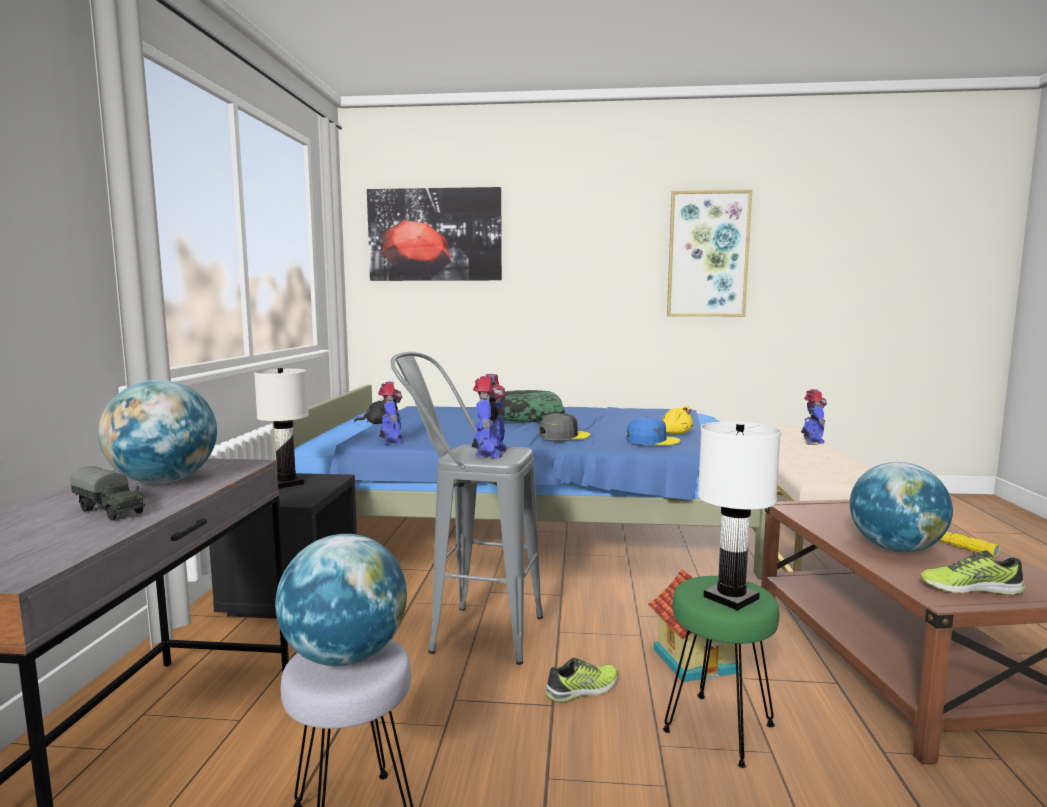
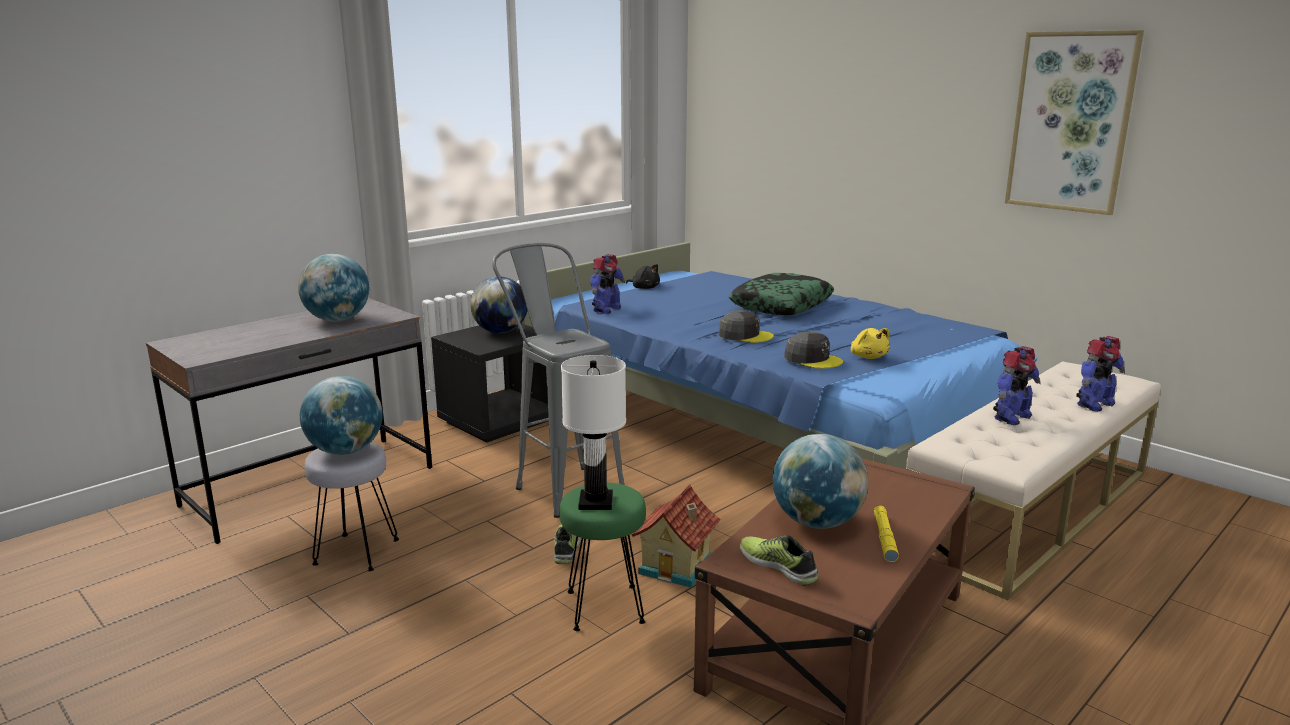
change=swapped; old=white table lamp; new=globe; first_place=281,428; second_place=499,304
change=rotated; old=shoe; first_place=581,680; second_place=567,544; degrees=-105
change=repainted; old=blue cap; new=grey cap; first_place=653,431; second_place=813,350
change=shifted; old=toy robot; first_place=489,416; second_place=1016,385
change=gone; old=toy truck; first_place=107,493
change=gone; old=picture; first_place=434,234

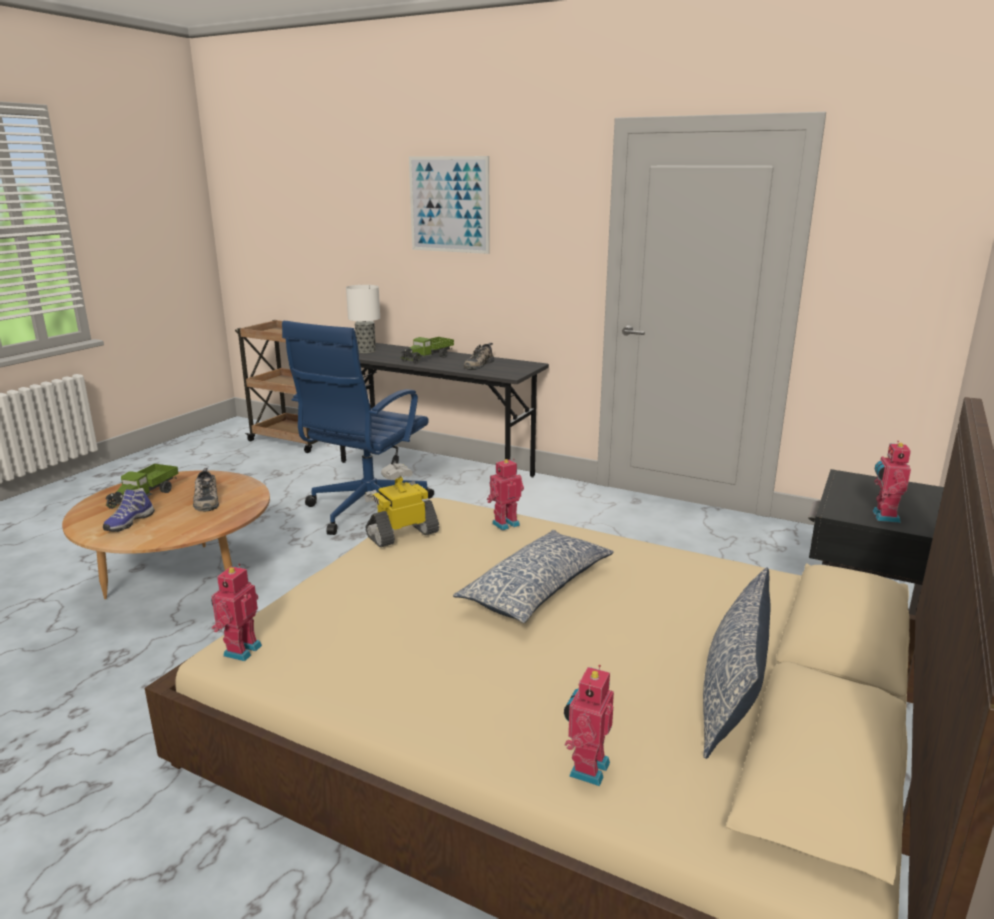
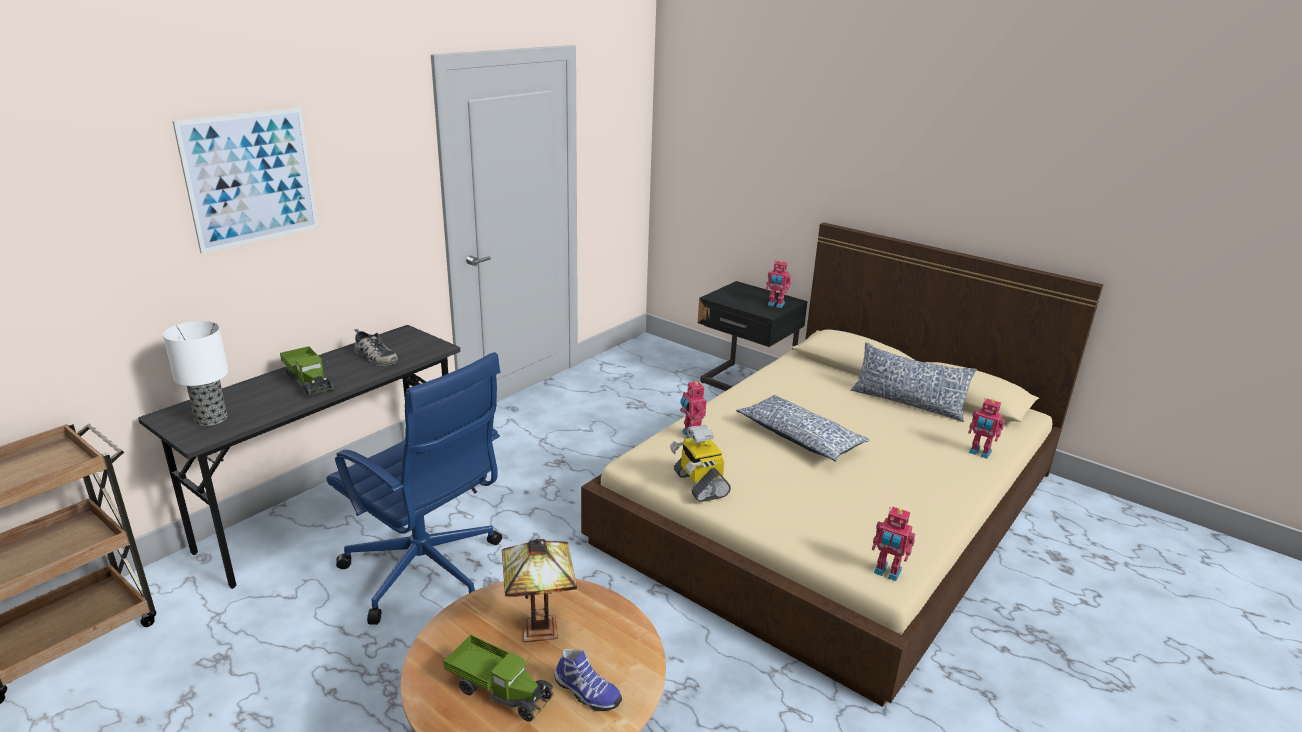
change=swapped; old=shoe; new=table lamp; first_place=206,489; second_place=539,590

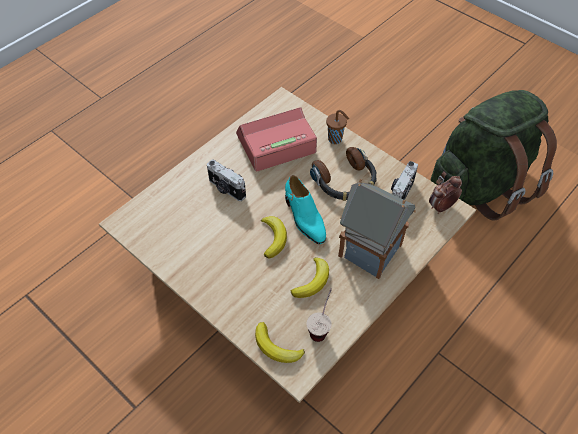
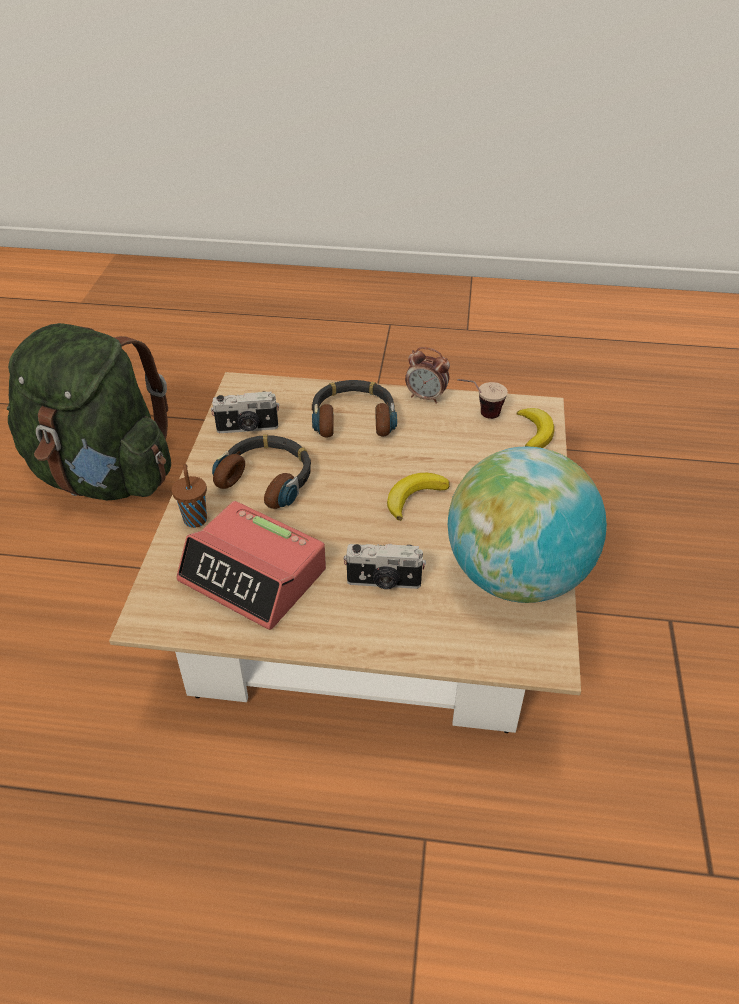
change=swapped; old=toy house; new=headphones; first_place=377,229; second_place=354,409
change=rotated; old=photo camera; first_place=226,180; second_place=385,566; degrees=90
change=shifted; old=alarm clock; first_place=445,195; second_place=427,375
change=new; new=globe; second_place=527,524
change=gone; old=turquoise shoe; first_place=305,209
change=gone; old=banana; first_place=310,277

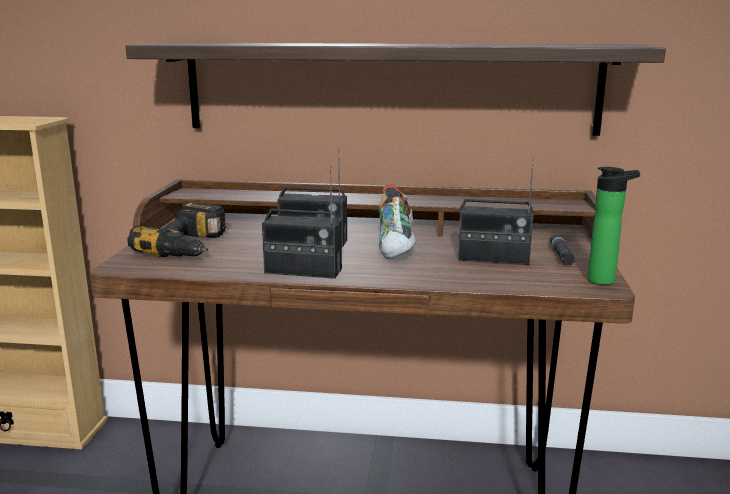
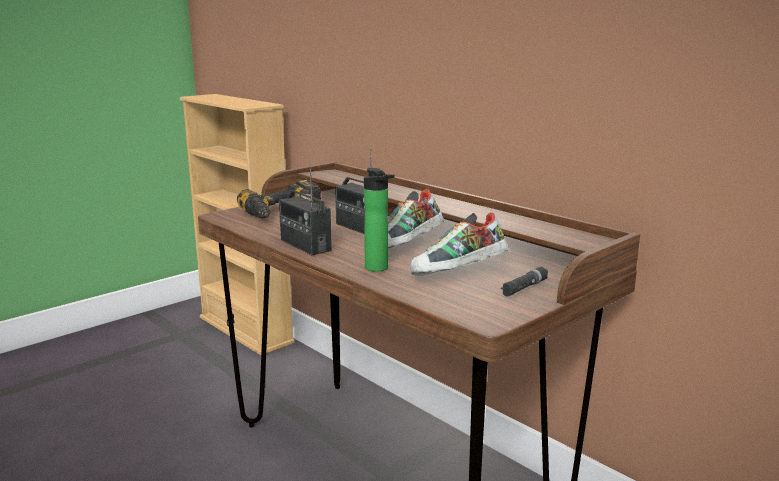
change=shifted; old=bottle; first_place=613,226; second_place=379,220
change=swapped; old=radio; new=shoe; first_place=496,211; second_place=459,244
change=gone; old=shelf; first_place=395,89

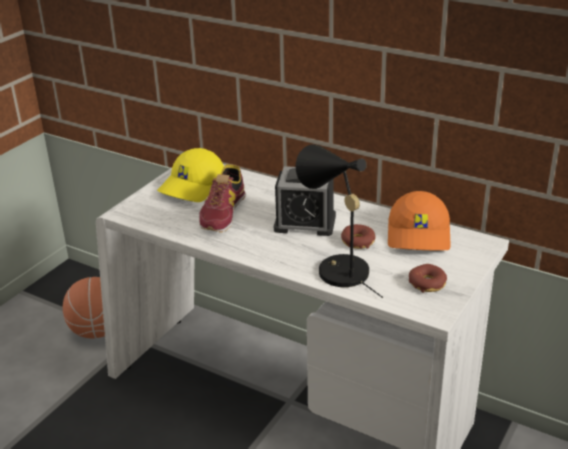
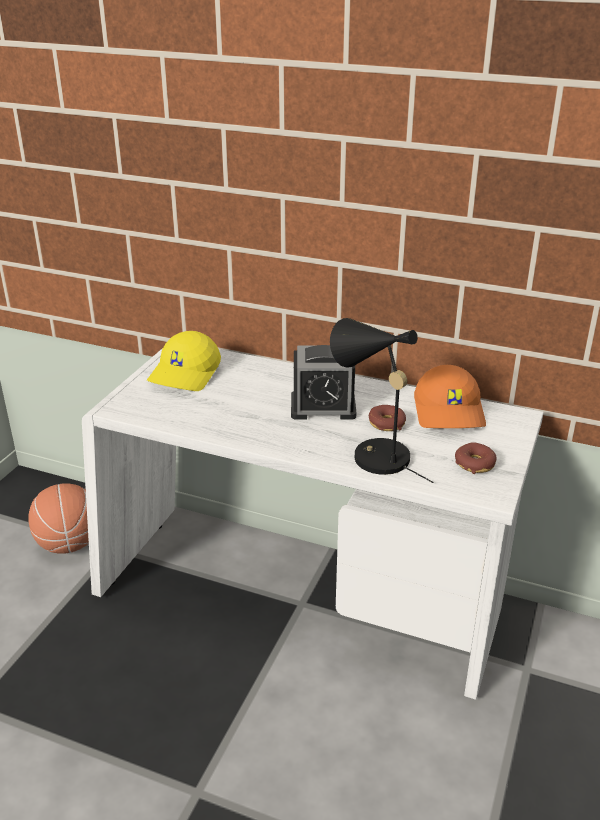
change=gone; old=shoe; first_place=222,198

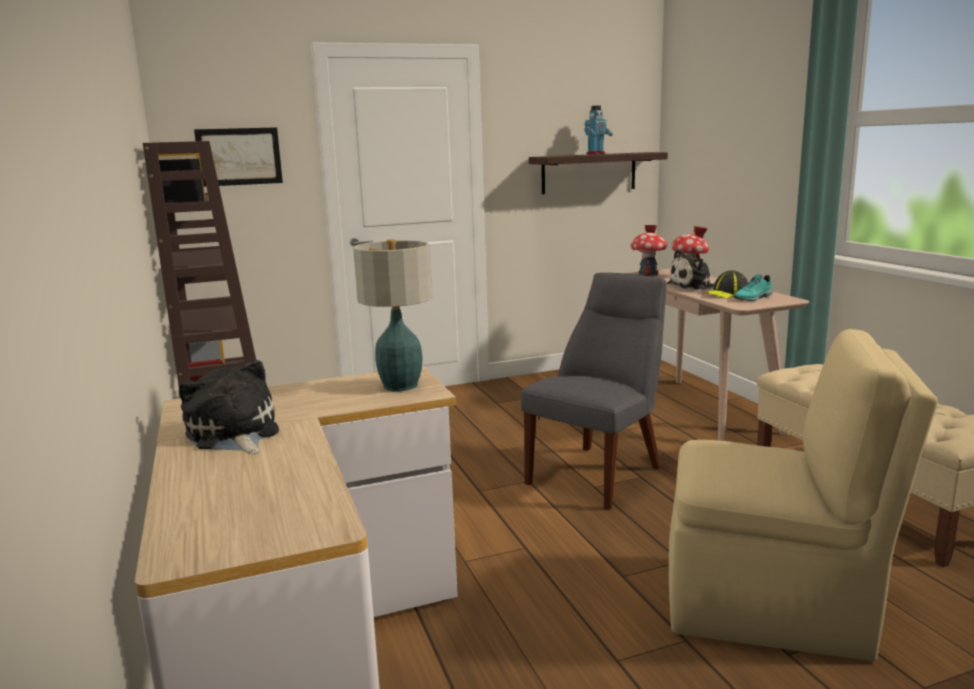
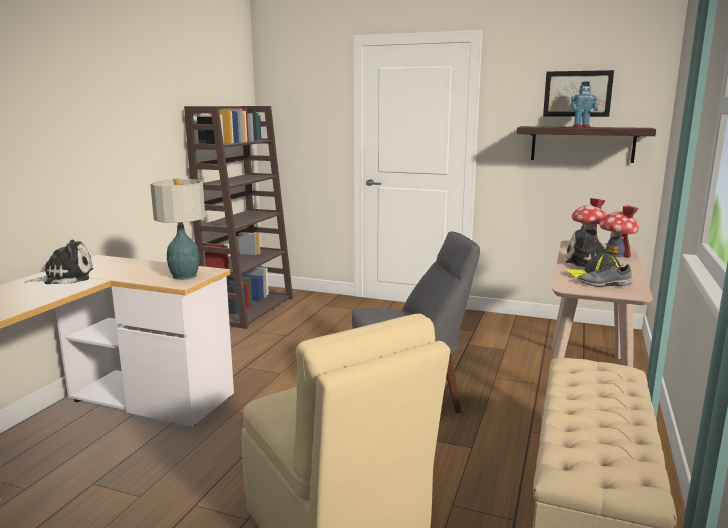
change=rotated; old=plush toy; first_place=229,407; second_place=59,262; degrees=60
change=shifted; old=picture; first_place=238,157; second_place=578,93
change=repainted; old=turquoise shoe; new=grey shoe; first_place=753,287; second_place=605,274

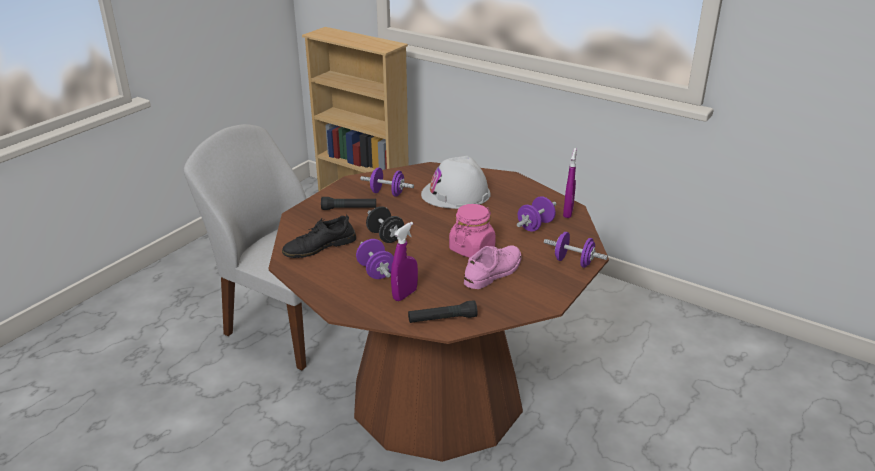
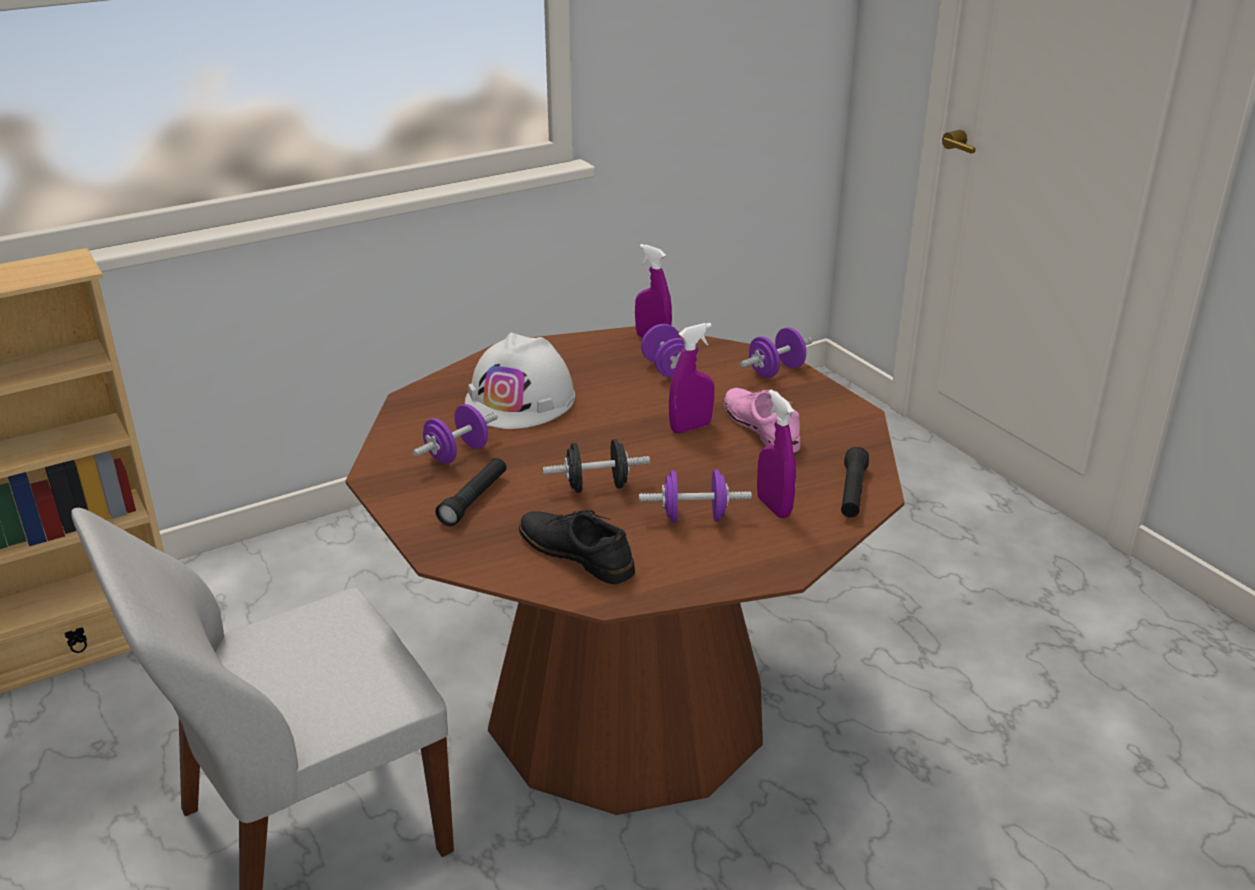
change=rotated; old=black shoe; first_place=319,236; second_place=577,547; degrees=135
change=swapped; old=pink jar; new=purple spray bottle; first_place=472,231; second_place=691,378

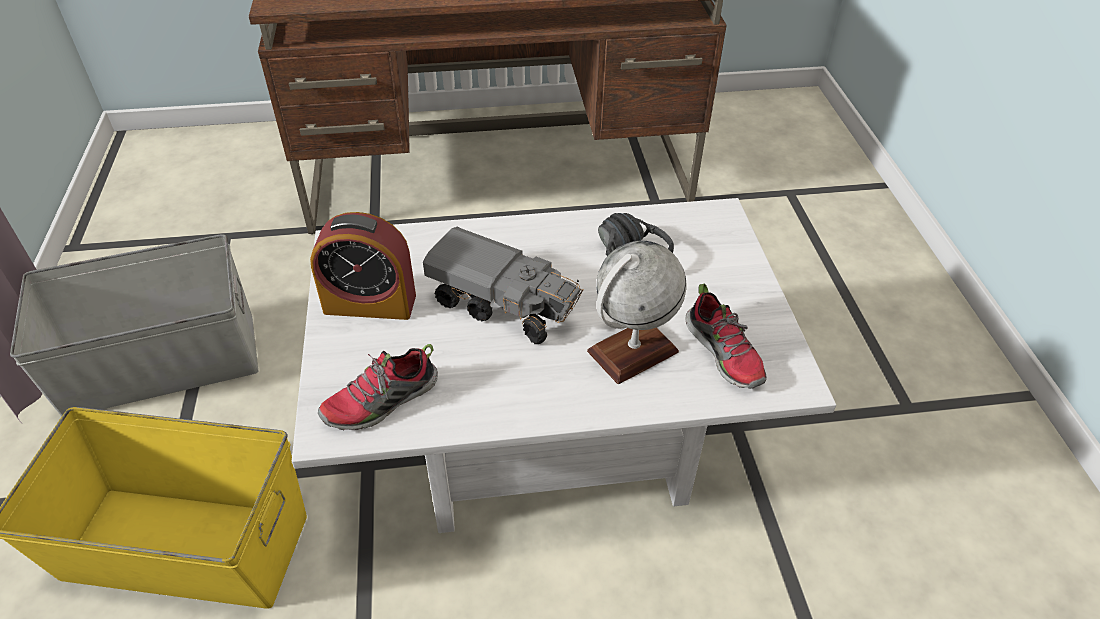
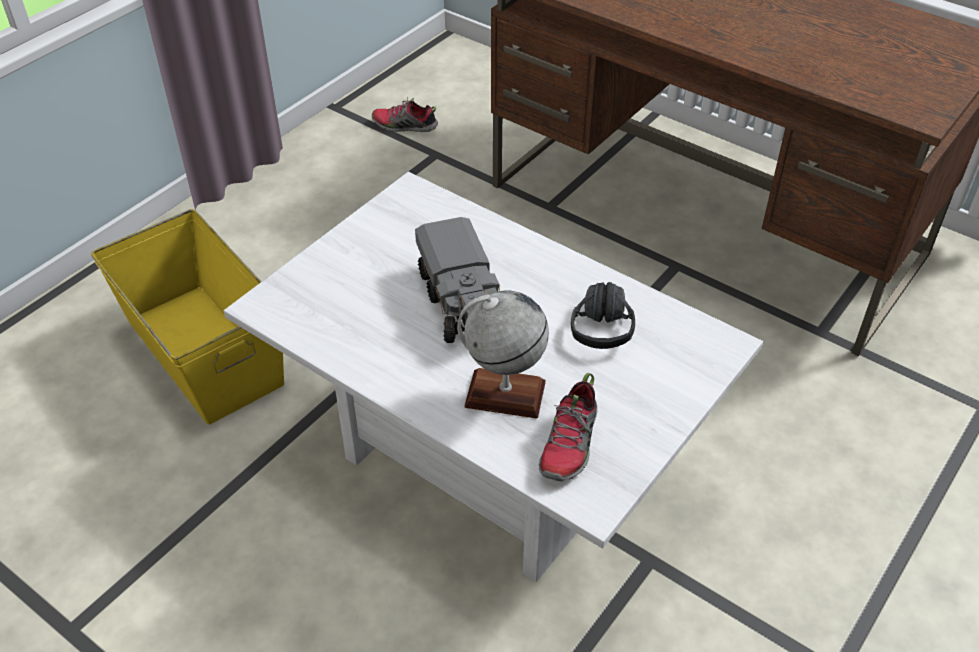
change=shifted; old=shoe; first_place=378,387; second_place=405,114
change=gone; old=grey storage box; first_place=134,325
change=gone; old=alarm clock; first_place=363,266

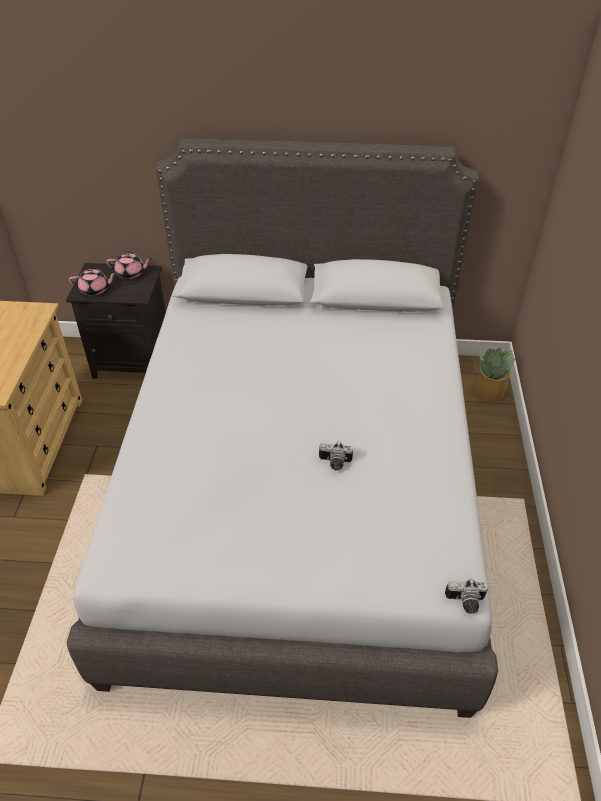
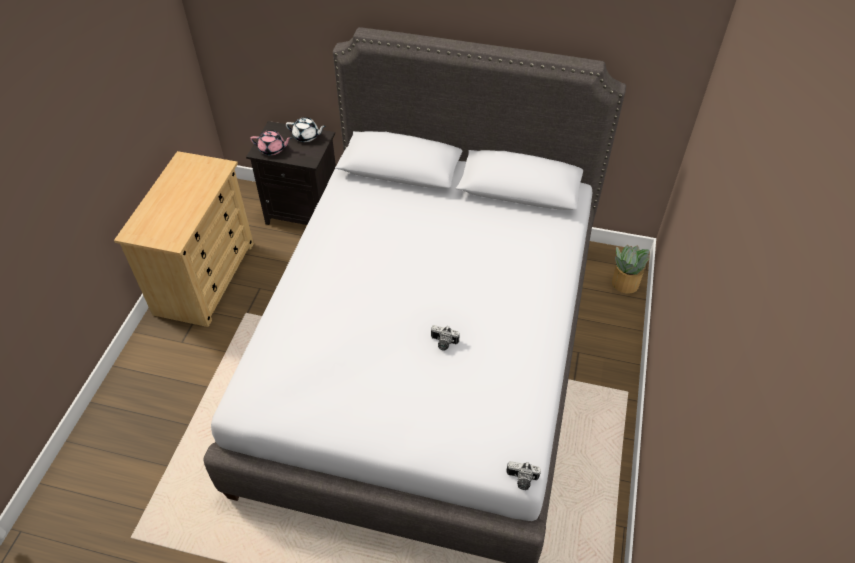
change=repainted; old=pink teapot; new=white teapot; first_place=129,265; second_place=306,129

